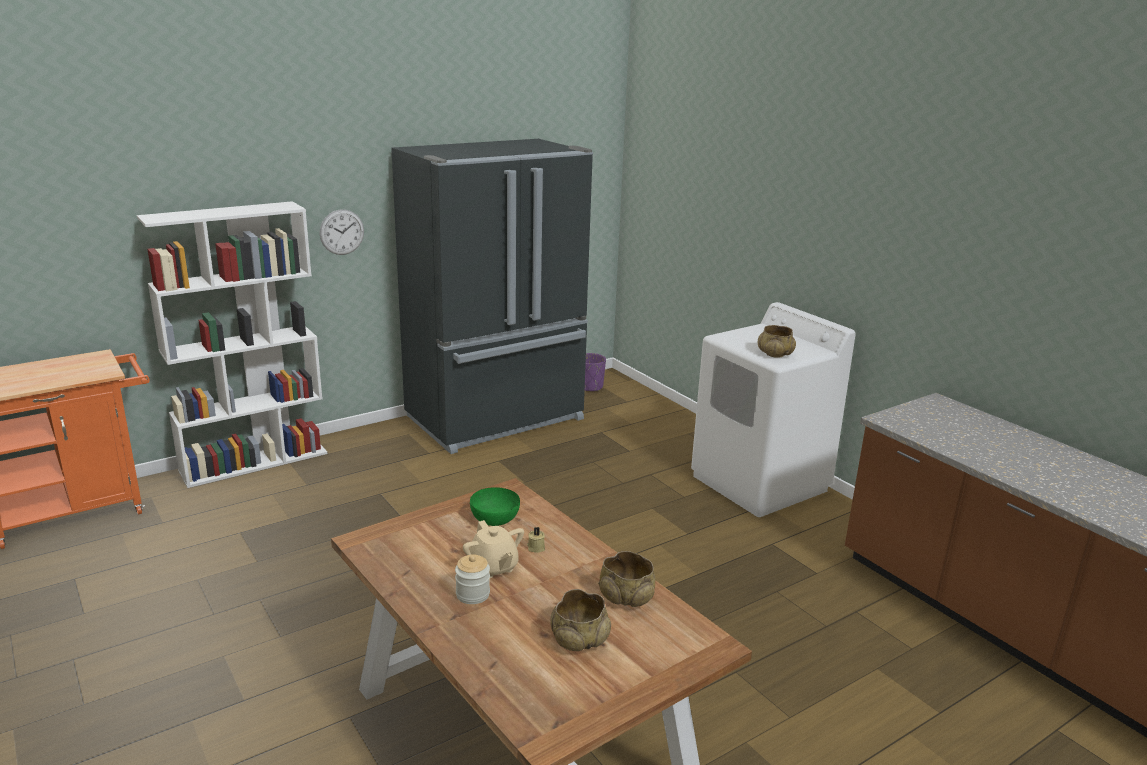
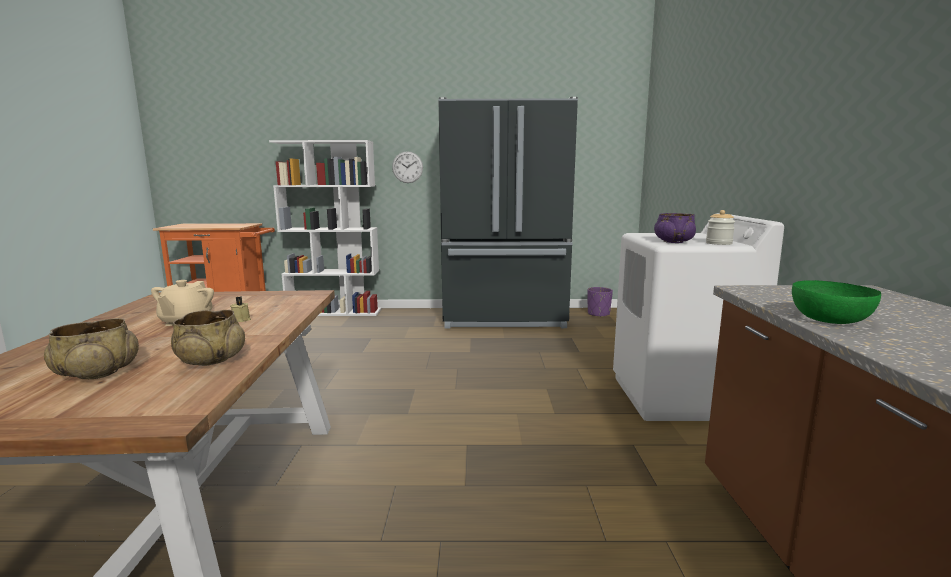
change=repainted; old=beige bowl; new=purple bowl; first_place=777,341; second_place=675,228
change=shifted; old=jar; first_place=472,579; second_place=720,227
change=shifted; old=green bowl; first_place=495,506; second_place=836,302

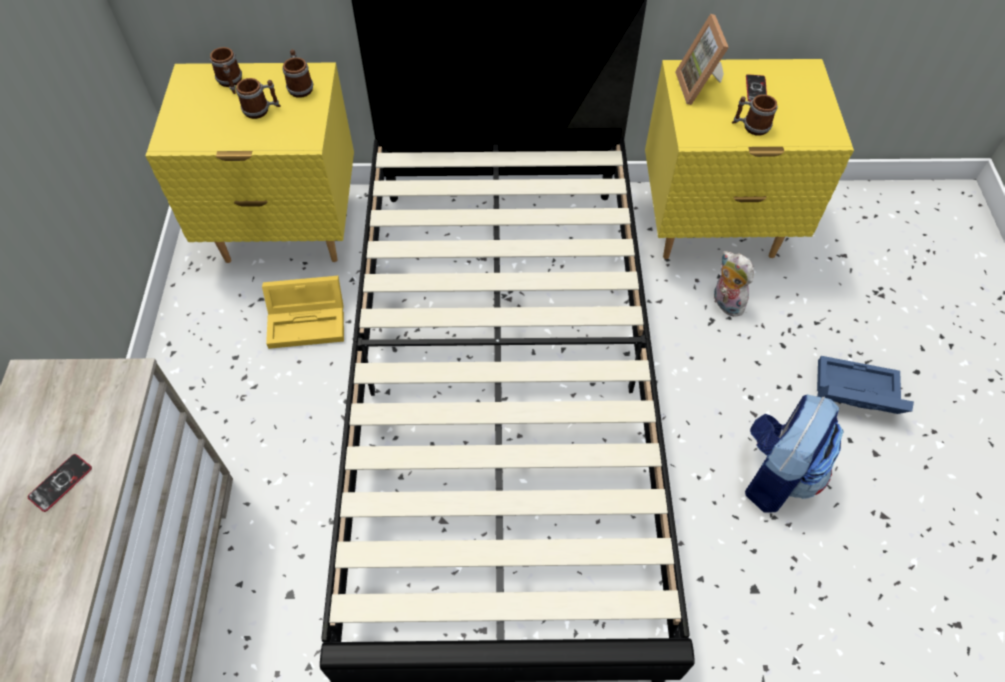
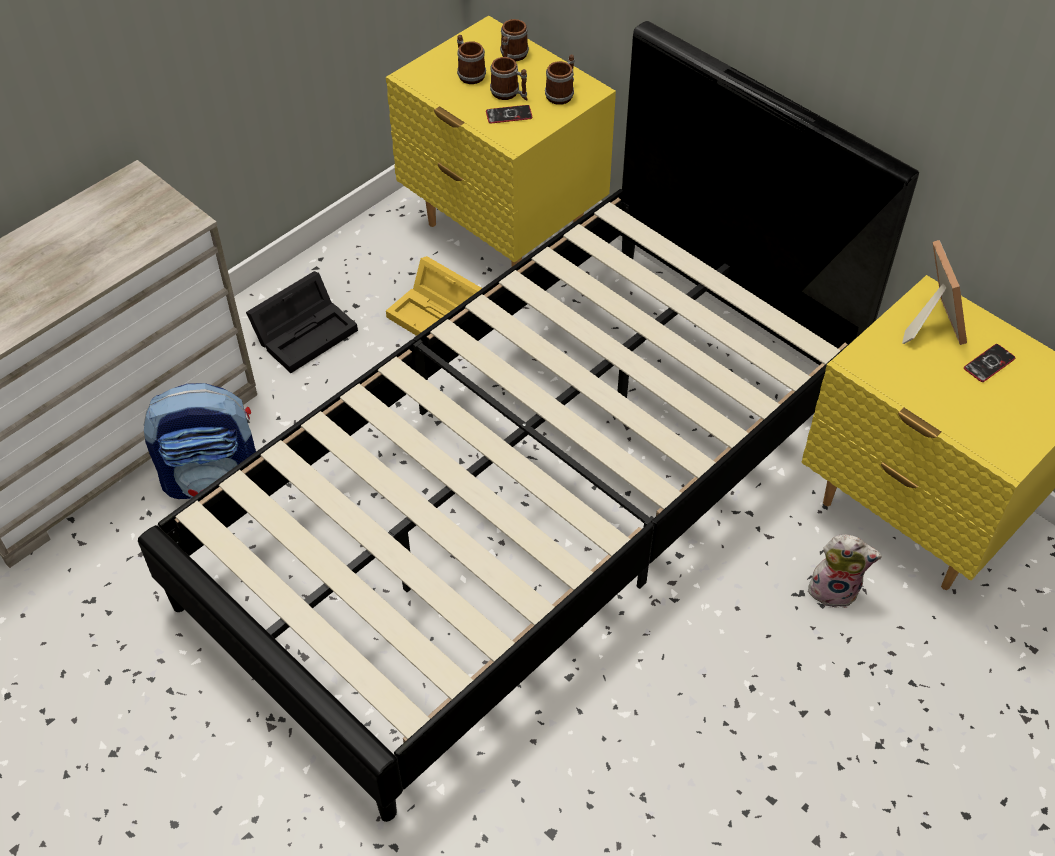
change=shifted; old=backpack; first_place=794,453; second_place=199,441
change=new; new=black storage box; second_place=302,322
change=shifted; old=mug; first_place=755,115; second_place=471,59
change=shifted; old=phone; first_place=60,483; second_place=509,114
change=rotated; old=plush toy; first_place=734,284; second_place=845,571; degrees=90
change=rotated; old=picture frame; first_place=702,59; second_place=934,292; degrees=135
change=gone; old=blue storage box; first_place=865,385

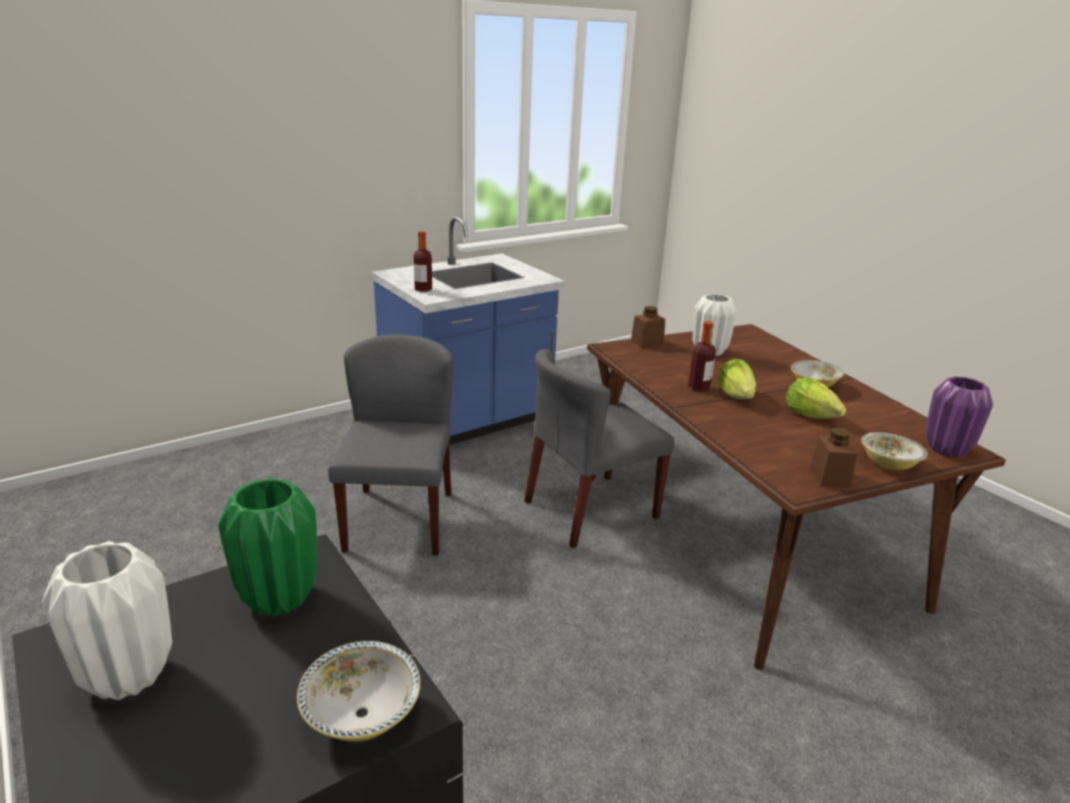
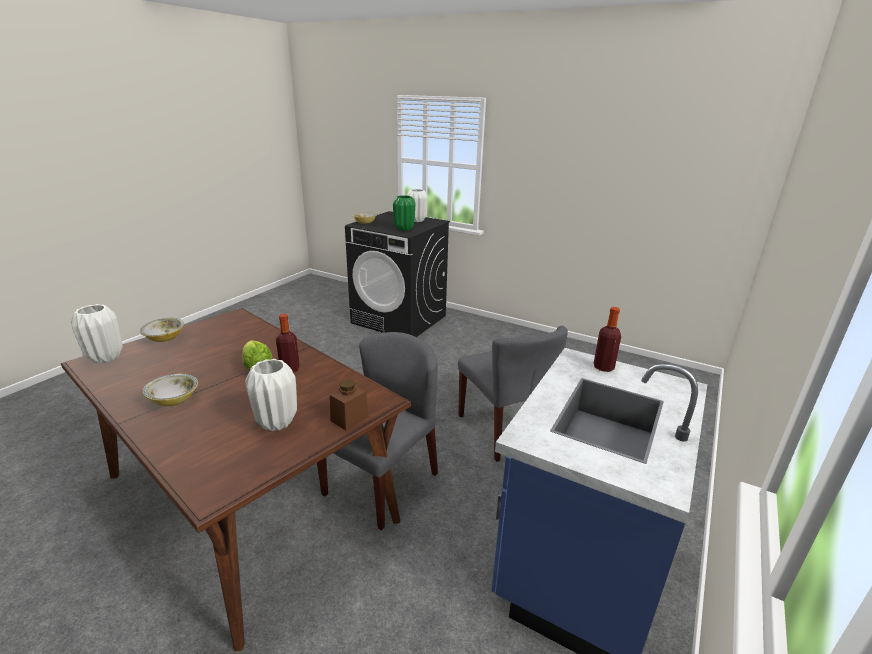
change=repainted; old=purple vase; new=white vase; first_place=959,416; second_place=97,334
change=gone; old=lettuce; first_place=816,398
change=gone; old=brown jar; first_place=833,457

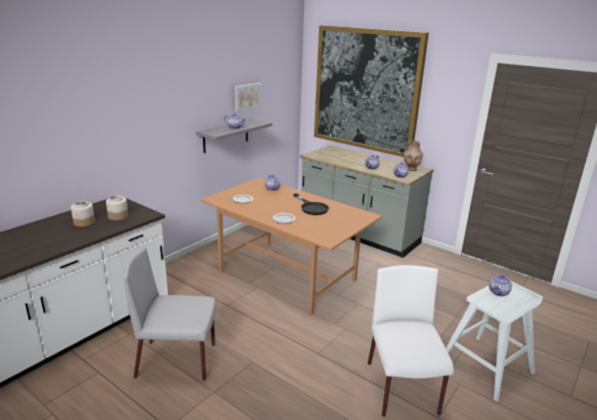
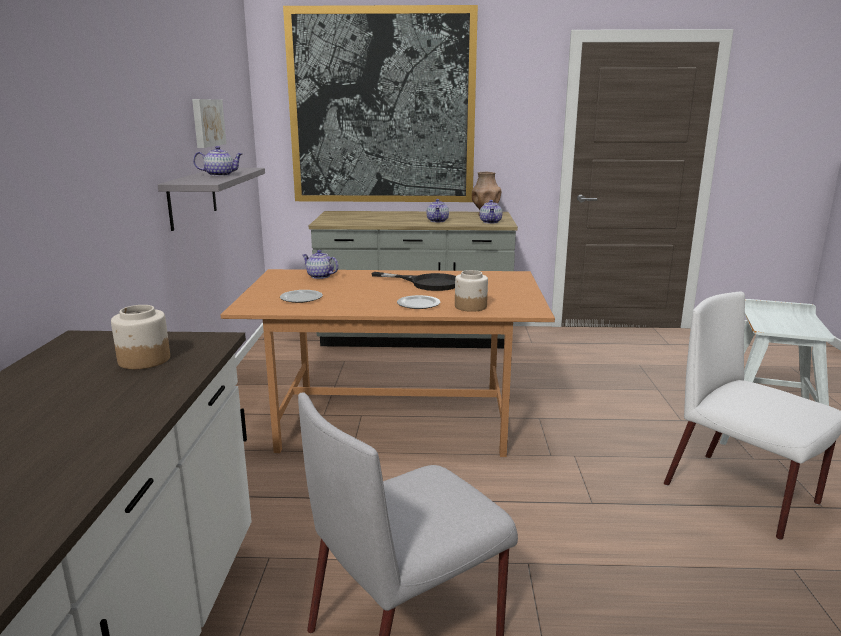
change=shifted; old=jar; first_place=83,213; second_place=471,291
change=gone; old=teapot; first_place=500,284

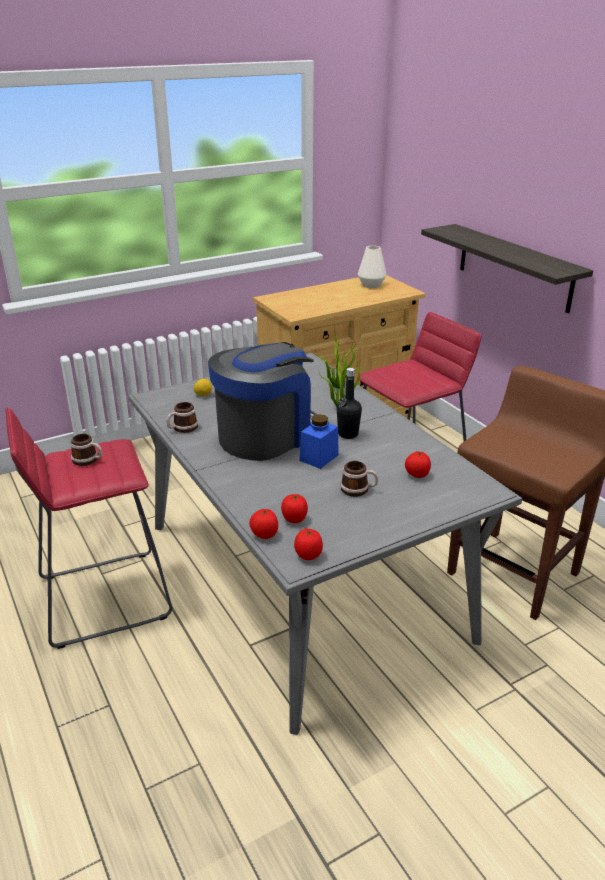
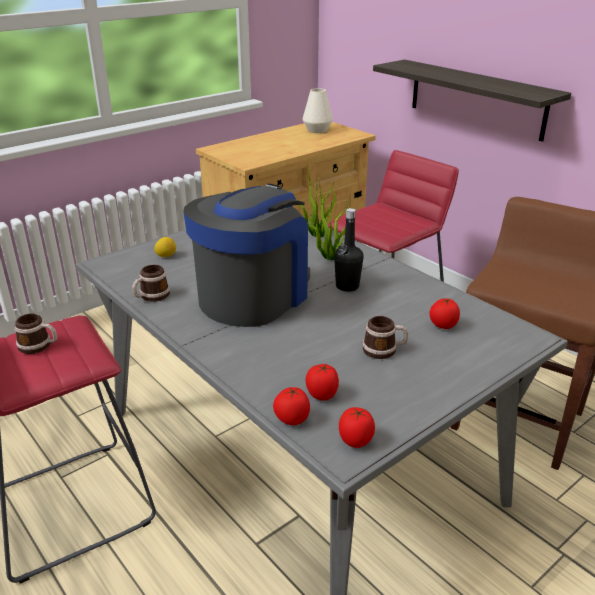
change=gone; old=blue jar; first_place=319,441

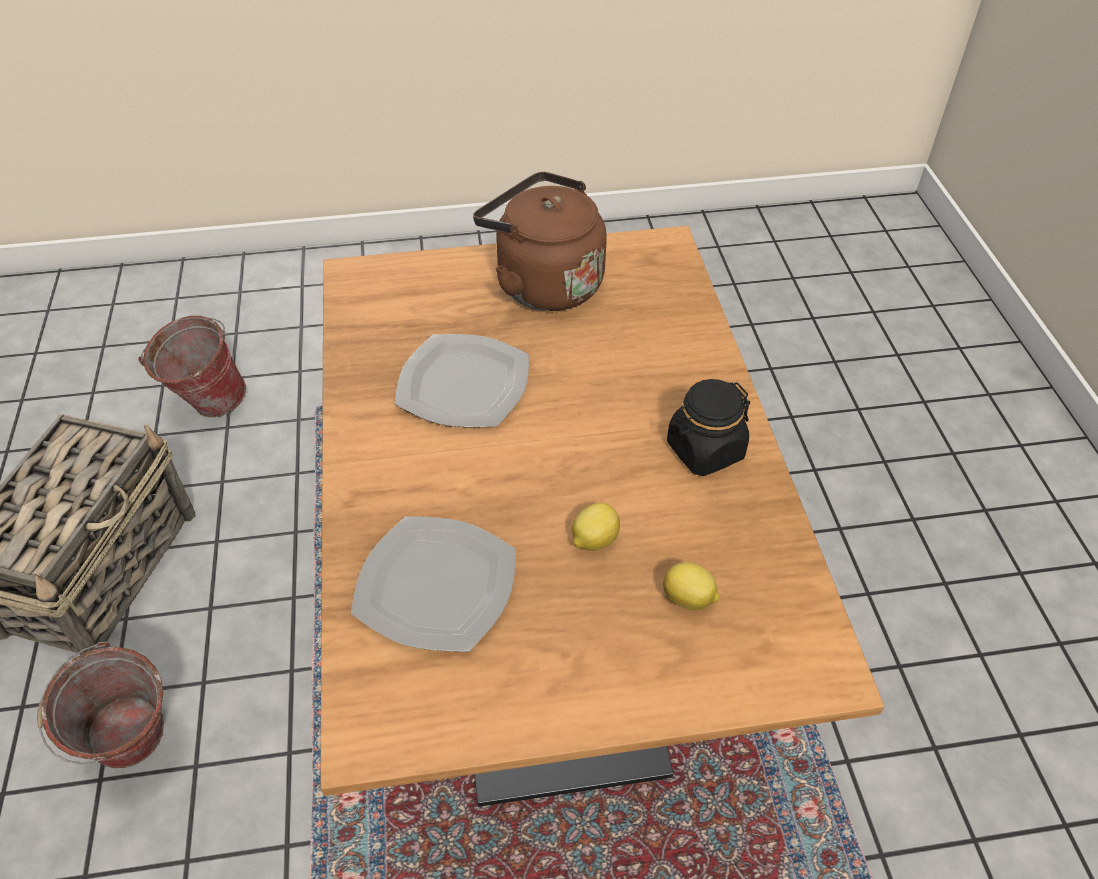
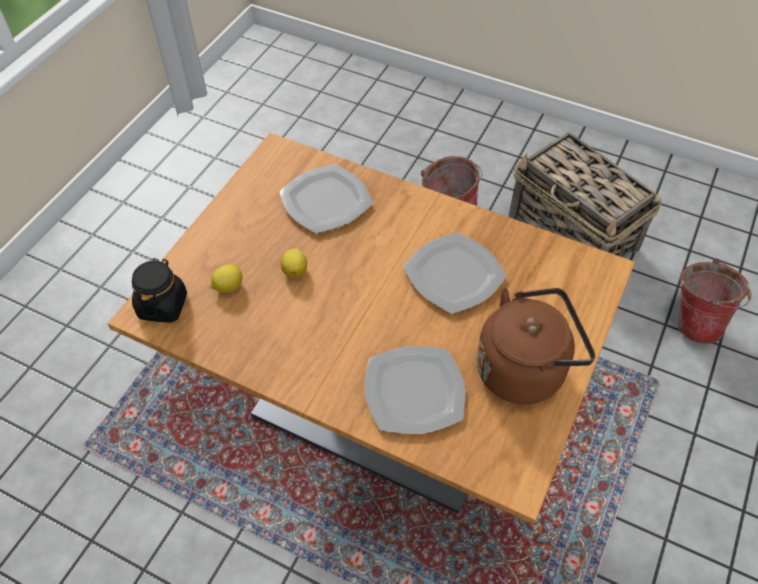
change=shifted; old=black jar; first_place=708,427; second_place=159,290
change=new; new=plate; second_place=414,390

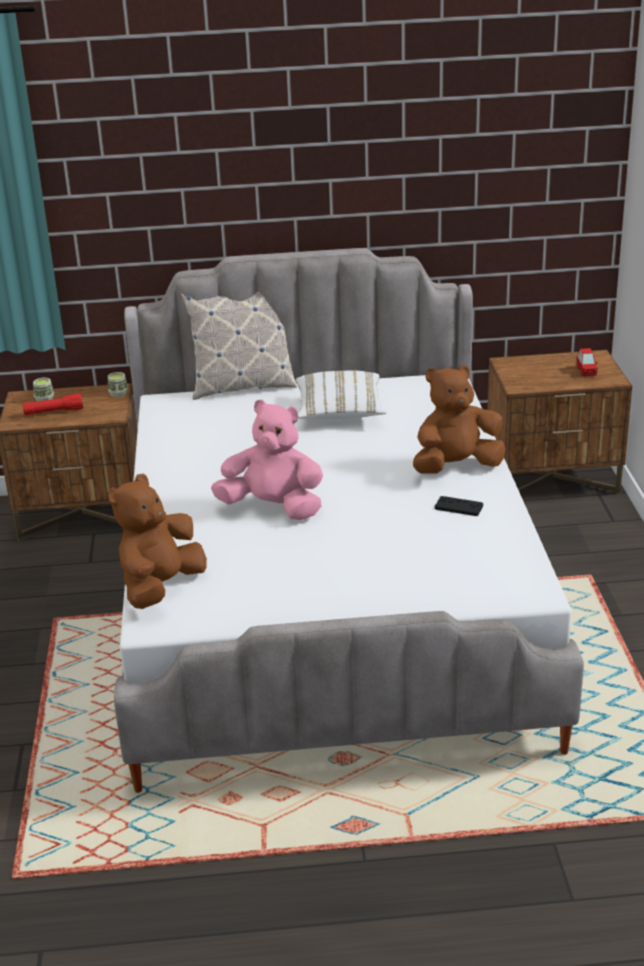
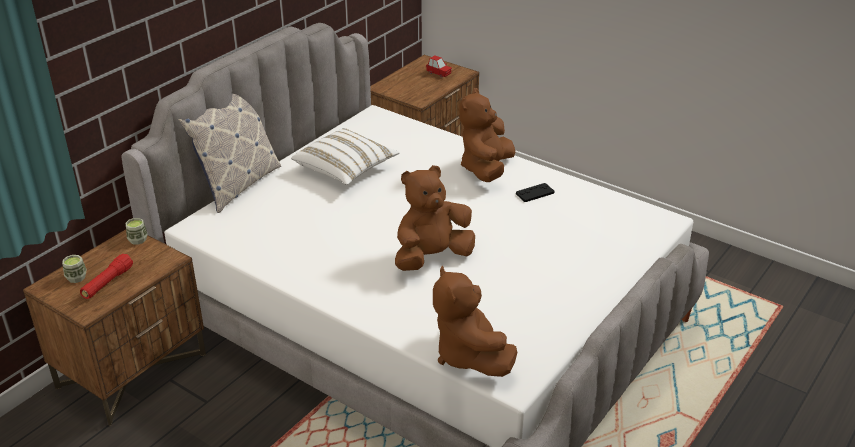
change=repainted; old=pink plush toy; new=brown plush toy; first_place=267,460; second_place=435,218

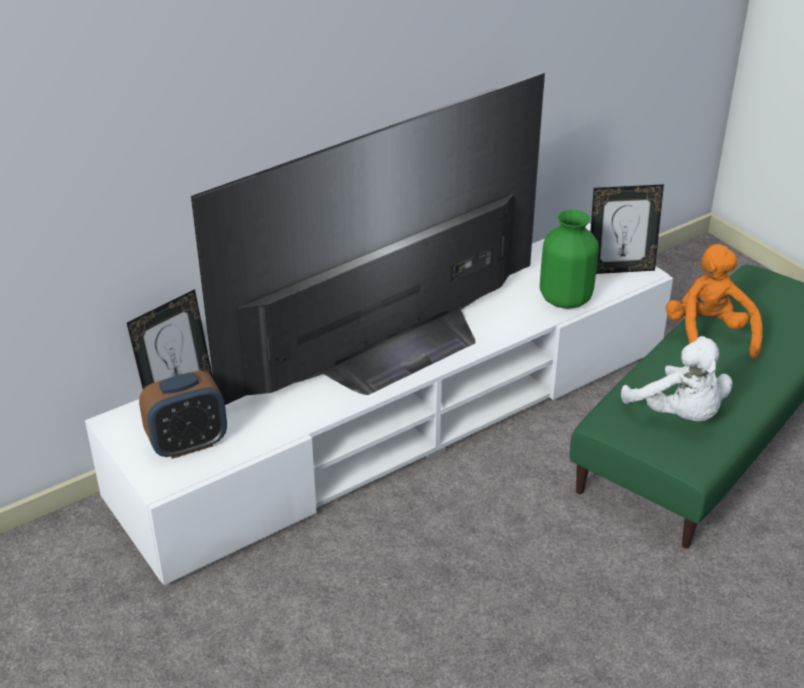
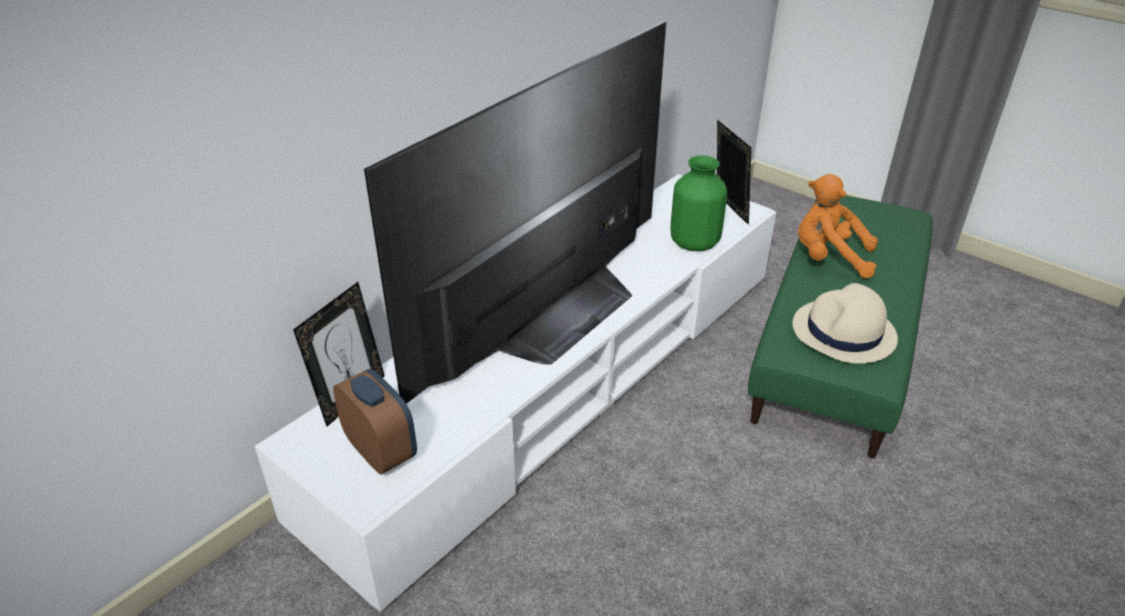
change=rotated; old=alarm clock; first_place=183,414; second_place=375,422; degrees=-90
change=rotated; old=picture frame; first_place=627,229; second_place=734,172; degrees=-90
change=swapped; old=white plush toy; new=beige hat; first_place=677,378; second_place=845,323
change=rotated; old=orange plush toy; first_place=714,301; second_place=838,226; degrees=-45

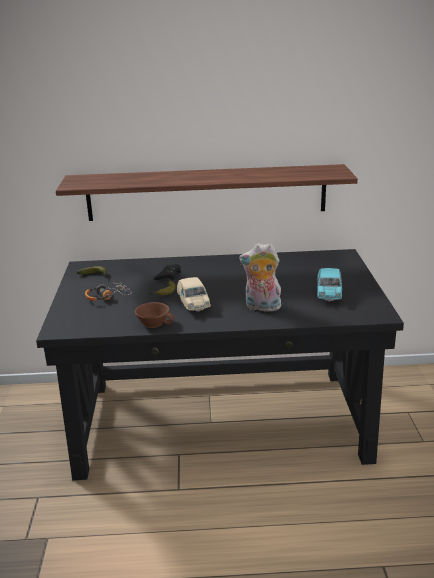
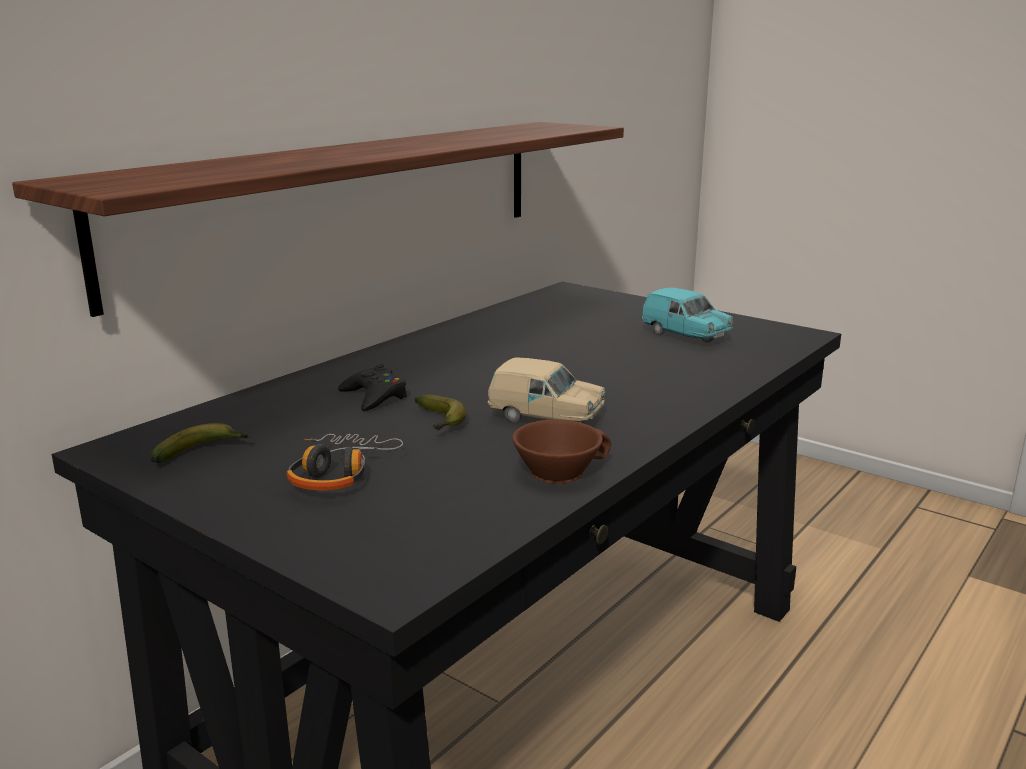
change=gone; old=plush toy; first_place=260,277

